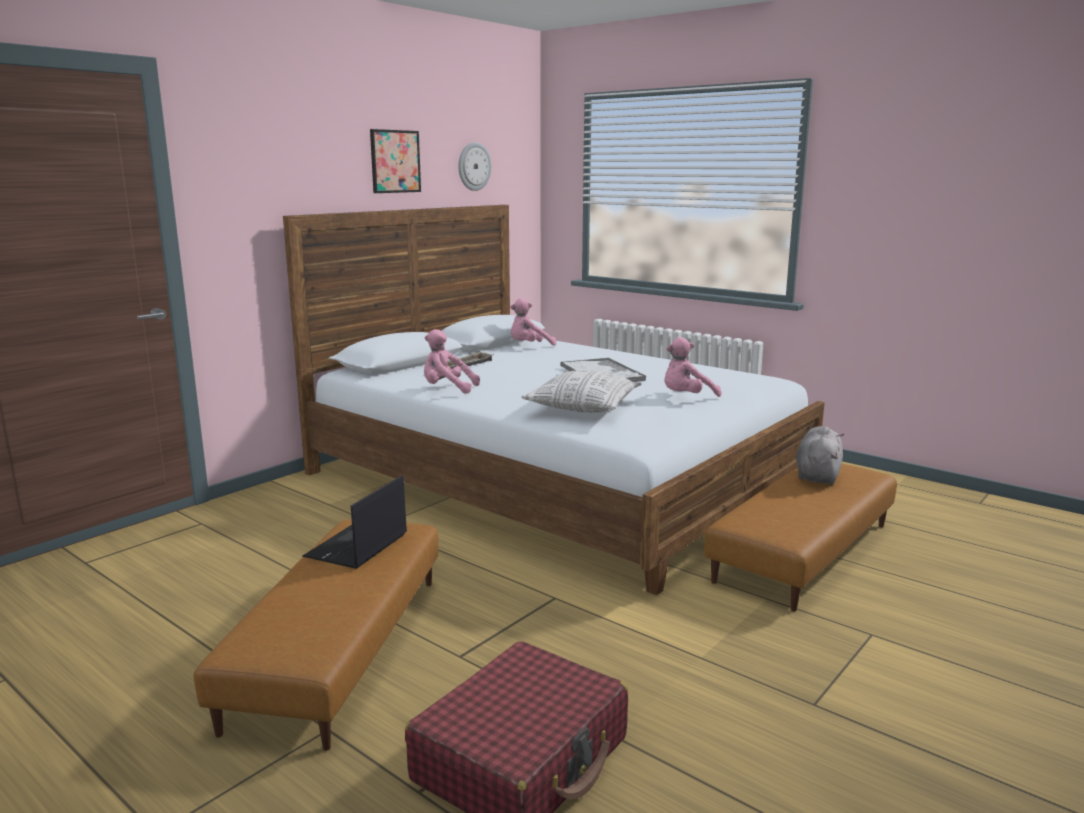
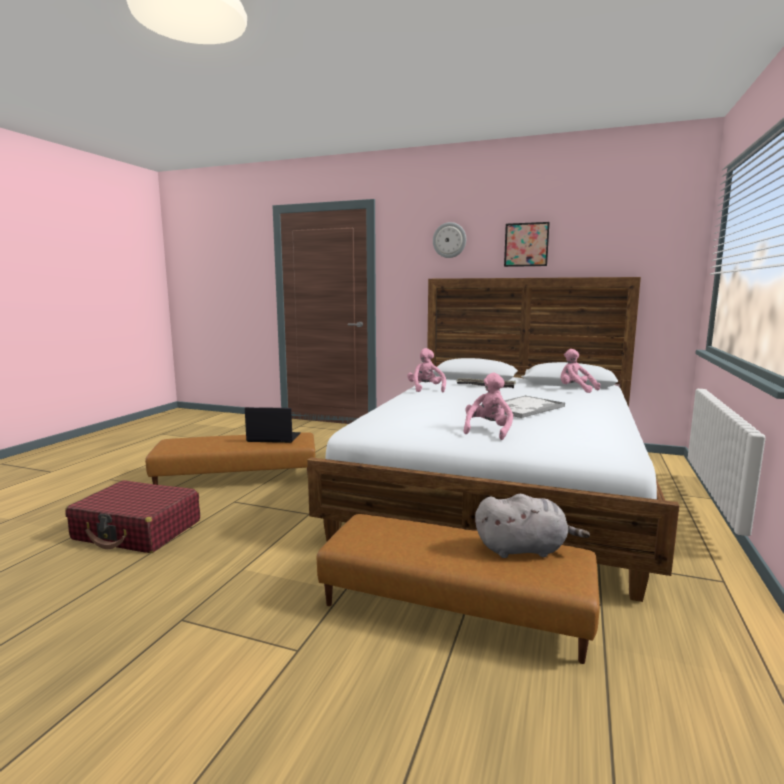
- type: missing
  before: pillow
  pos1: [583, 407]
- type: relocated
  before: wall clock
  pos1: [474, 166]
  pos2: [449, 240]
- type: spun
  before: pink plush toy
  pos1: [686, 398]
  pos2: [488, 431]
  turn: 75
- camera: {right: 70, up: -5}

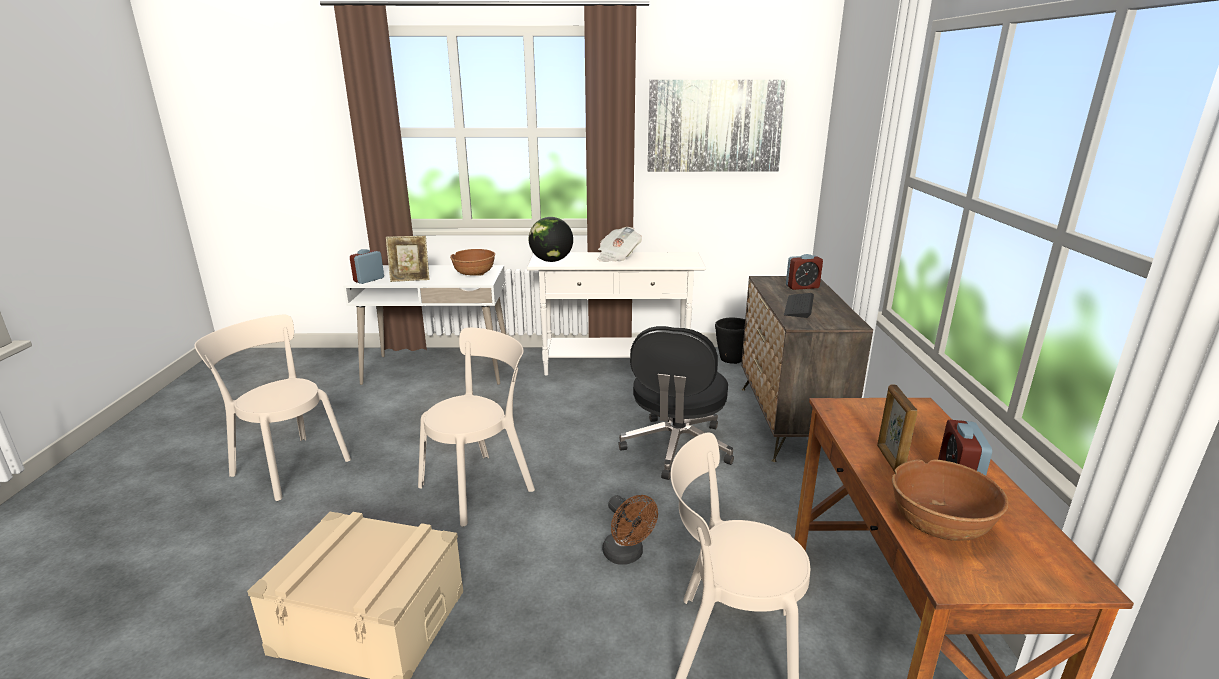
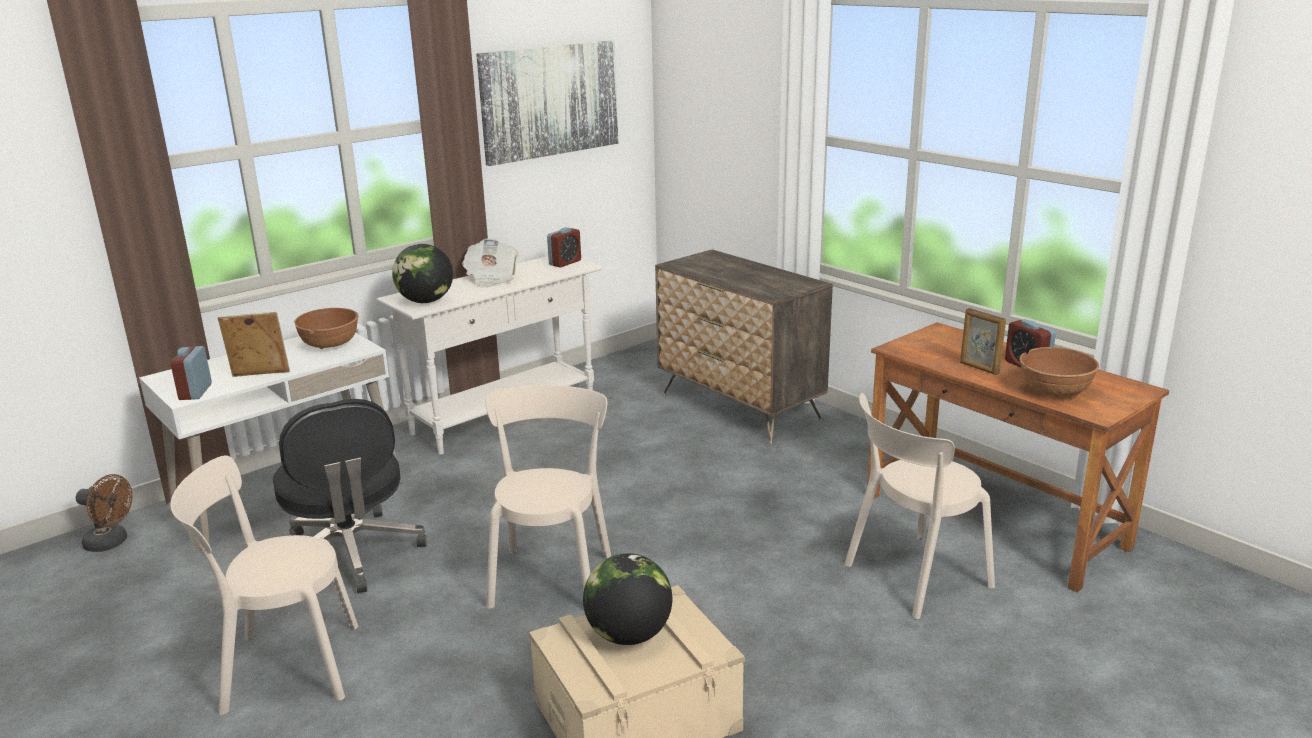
- type: missing
  before: black planter
  pos1: [731, 360]
- type: missing
  before: keyboard
  pos1: [799, 306]
- type: appeared
  after: globe
  pos2: [629, 635]
- type: relocated
  before: brown fan
  pos1: [627, 555]
  pos2: [112, 543]
- type: relocated
  before: black office chair
  pos1: [676, 448]
  pos2: [350, 555]
- type: relocated
  before: alarm clock
  pos1: [802, 287]
  pos2: [565, 263]
- type: spun
  before: picture frame
  pos1: [410, 280]
  pos2: [260, 375]
  turn: -135
- camera: {right: -40, up: 0}

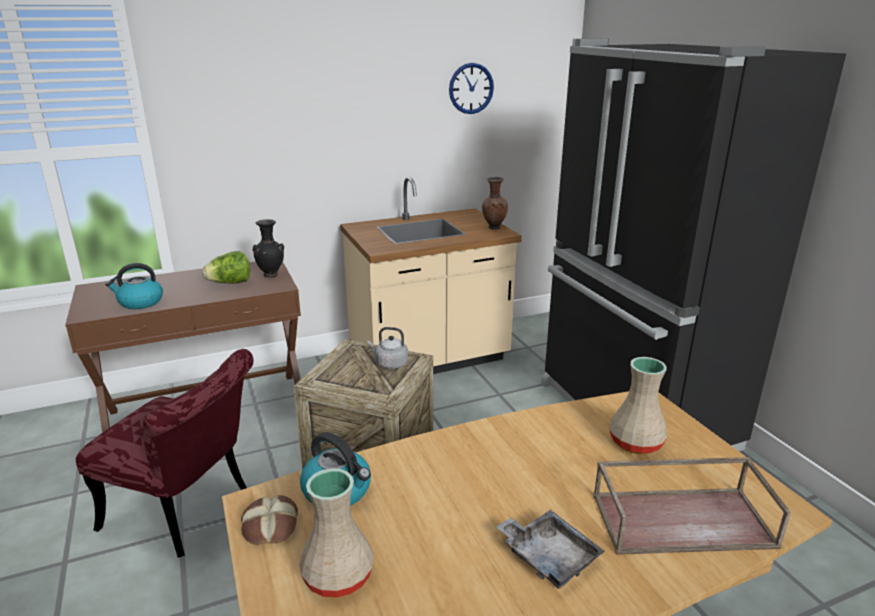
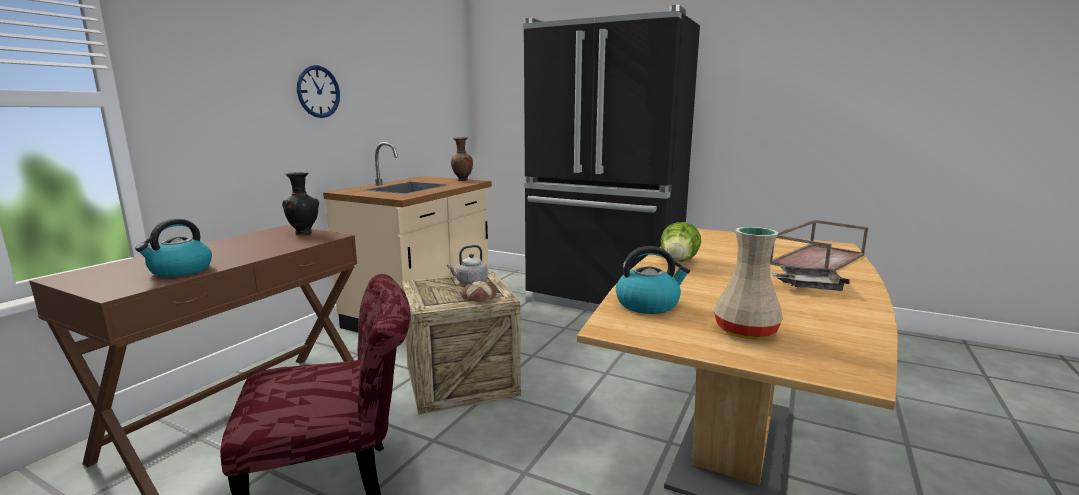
- type: missing
  before: beige vase
  pos1: [634, 443]
- type: relocated
  before: lettuce
  pos1: [230, 283]
  pos2: [678, 262]
- type: relocated
  before: bread
  pos1: [269, 526]
  pos2: [478, 297]
- type: relocated
  before: wall clock
  pos1: [471, 88]
  pos2: [318, 91]
- camera: {right: -40, up: -10}

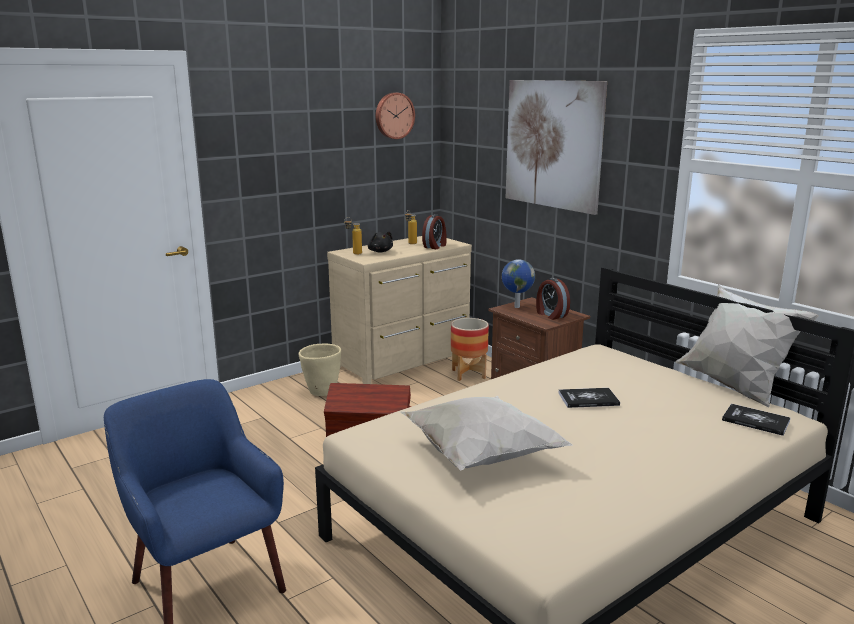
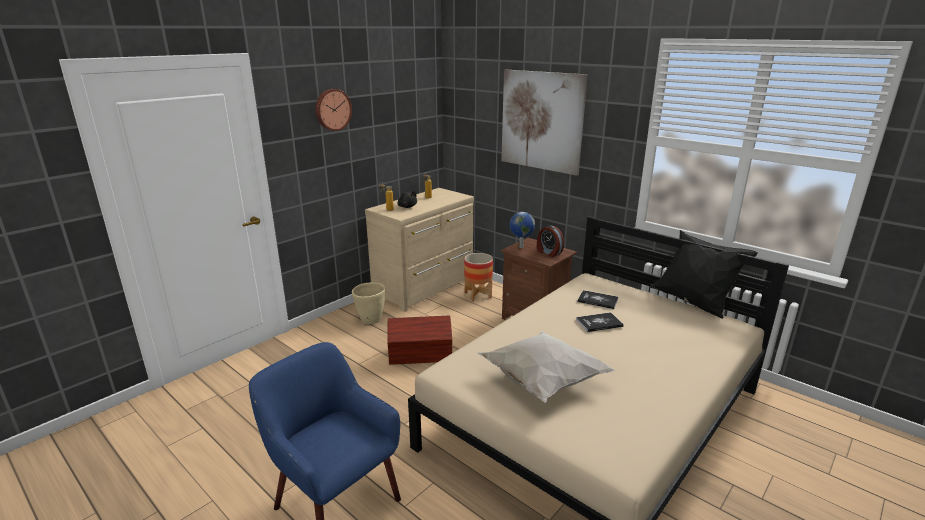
- type: missing
  before: alarm clock
  pos1: [435, 246]
- type: relocated
  before: wall clock
  pos1: [394, 115]
  pos2: [332, 109]
- type: relocated
  before: book
  pos1: [755, 421]
  pos2: [597, 300]
- type: colour
  before: white pillow
  after: black pillow
  pos1: [734, 387]
  pos2: [693, 303]
- camera: {right: -10, up: 5}

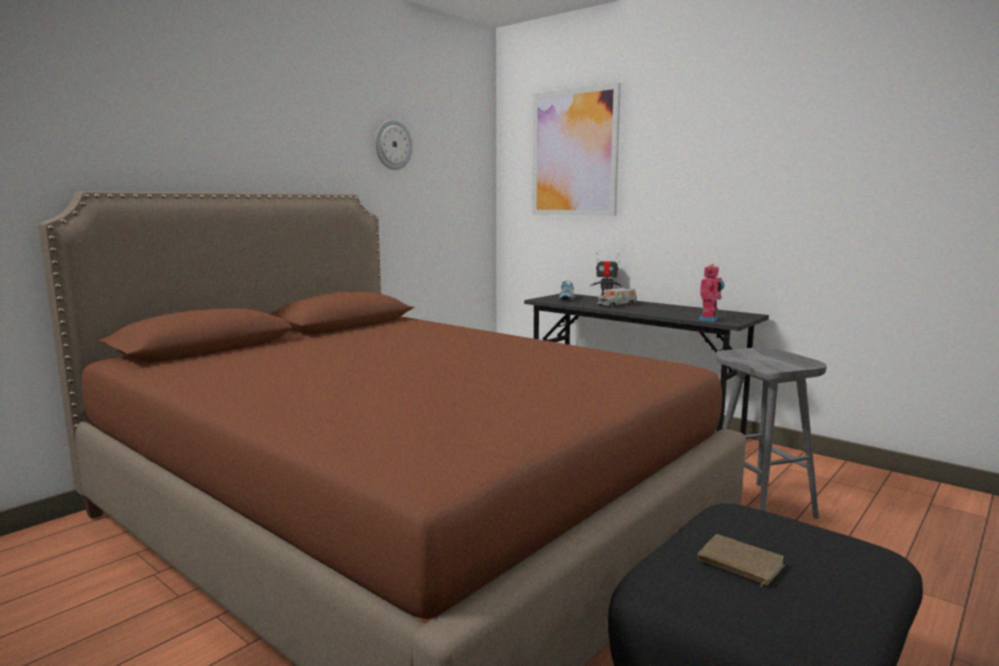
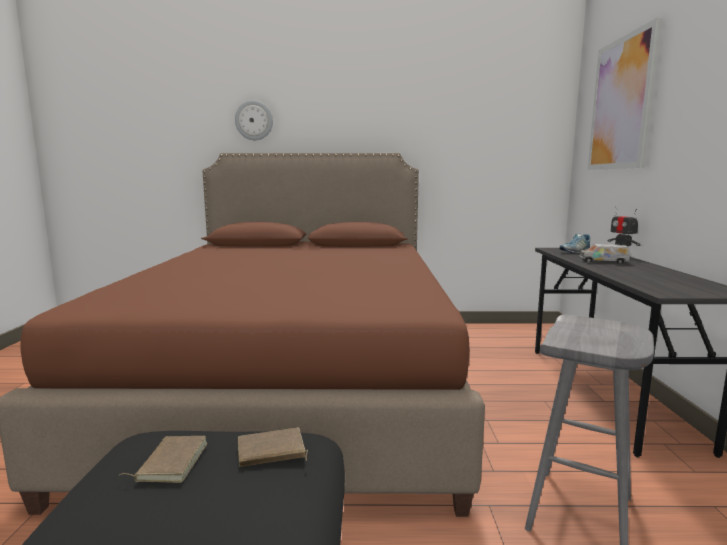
- type: missing
  before: toy robot
  pos1: [709, 319]
- type: appeared
  after: brown book
  pos2: [271, 452]
- type: relocated
  before: wall clock
  pos1: [393, 145]
  pos2: [254, 120]
- camera: {right: 50, up: 0}

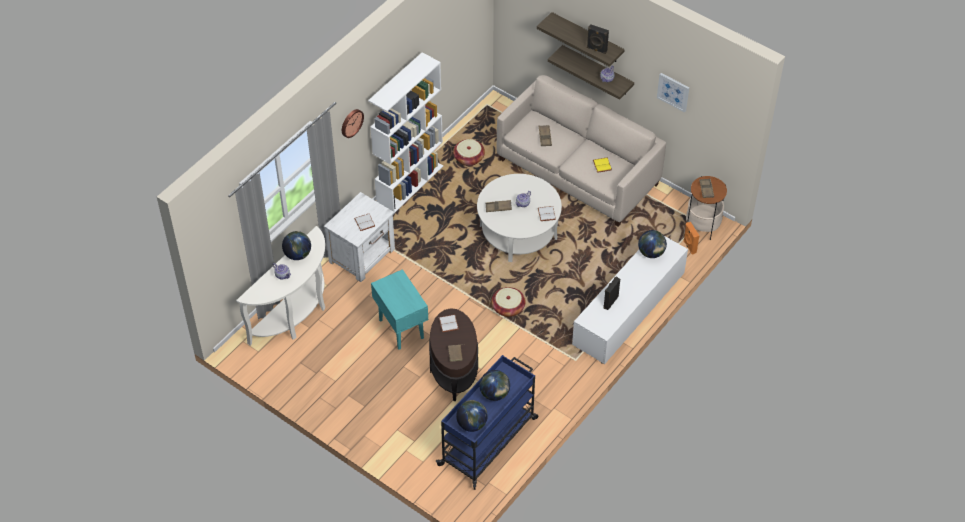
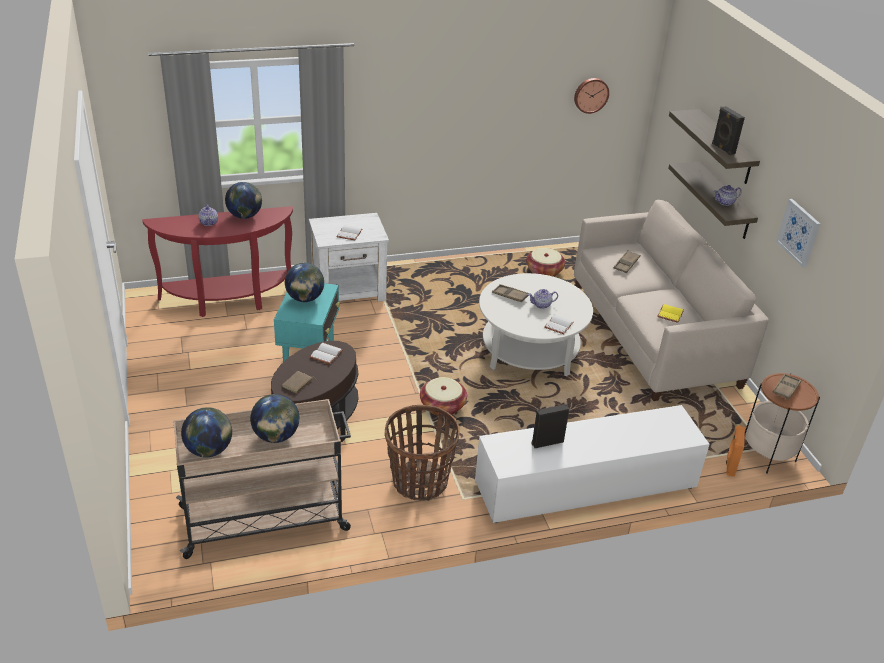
- type: missing
  before: white bookcase
  pos1: [410, 184]
- type: appeared
  after: basket
  pos2: [419, 482]
- type: relocated
  before: wall clock
  pos1: [351, 122]
  pos2: [590, 95]
- type: relocated
  before: globe
  pos1: [651, 253]
  pos2: [305, 299]
- type: colour
  before: white console table
  after: red console table
  pos1: [296, 316]
  pos2: [228, 301]
- type: colour
  before: blue cart
  after: beige cart
  pos1: [489, 441]
  pos2: [266, 518]
- camera: {right: 35, up: -15}

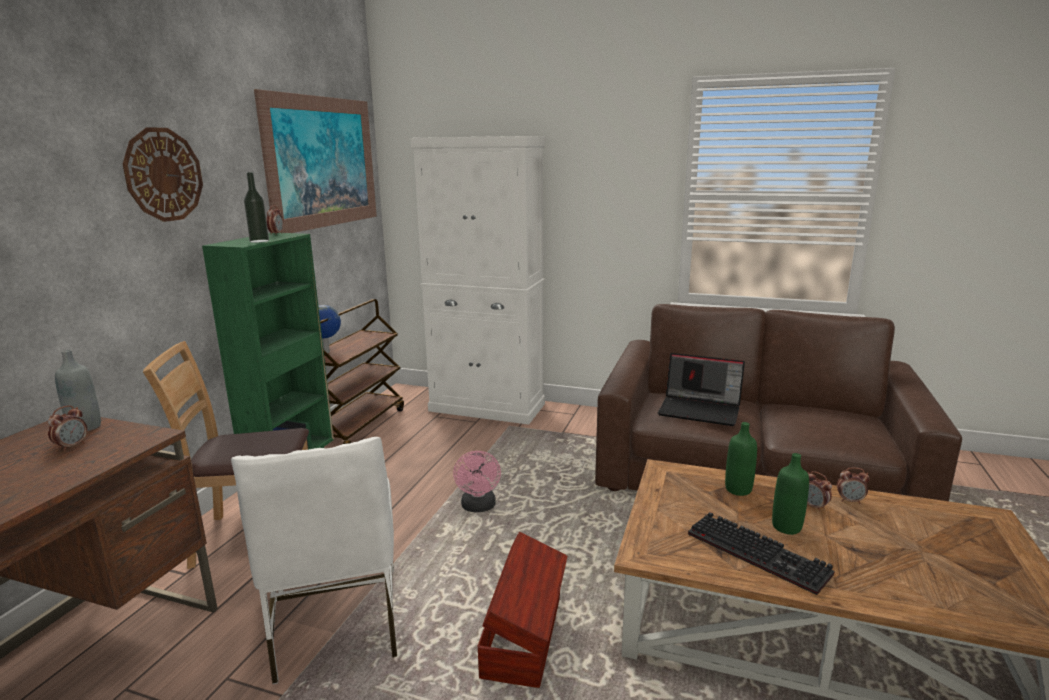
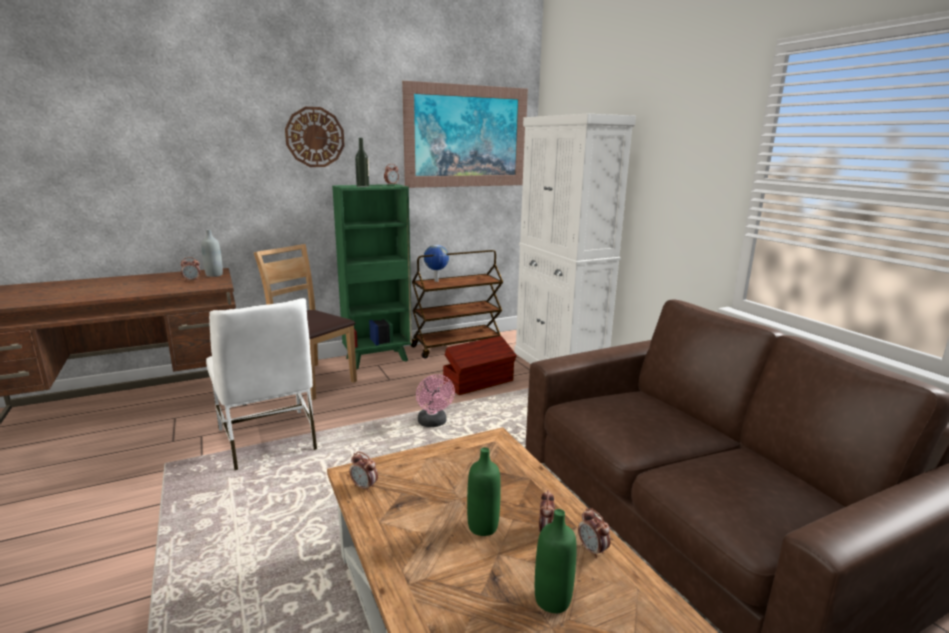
- type: missing
  before: laptop
  pos1: [700, 410]
- type: missing
  before: keyboard
  pos1: [760, 553]
- type: appeared
  after: alarm clock
  pos2: [364, 487]
- type: relocated
  before: brown storage box
  pos1: [525, 635]
  pos2: [479, 382]
- type: relocated
  before: green bottle
  pos1: [738, 489]
  pos2: [552, 600]
- type: spun
  before: white chair
  pos1: [336, 623]
  pos2: [268, 440]
  turn: -60
- type: spun
  before: pink fan
  pos1: [478, 507]
  pos2: [433, 423]
  turn: -60
- camera: {right: 45, up: 0}

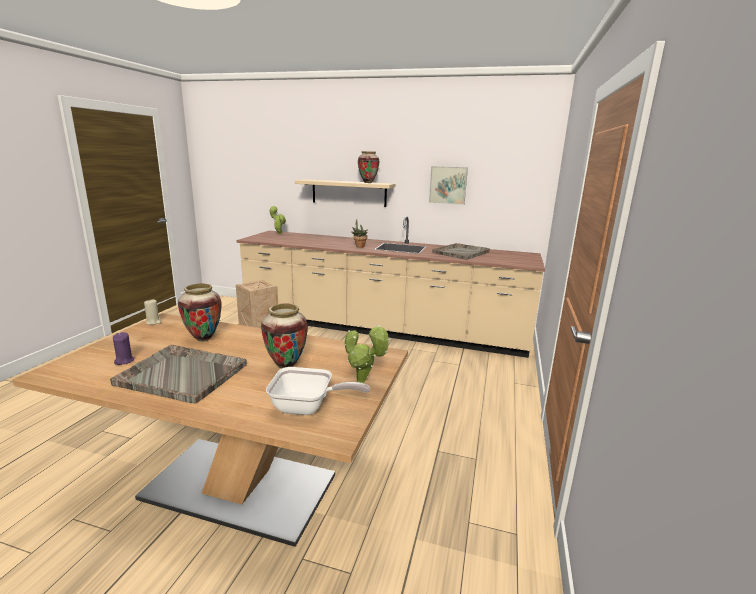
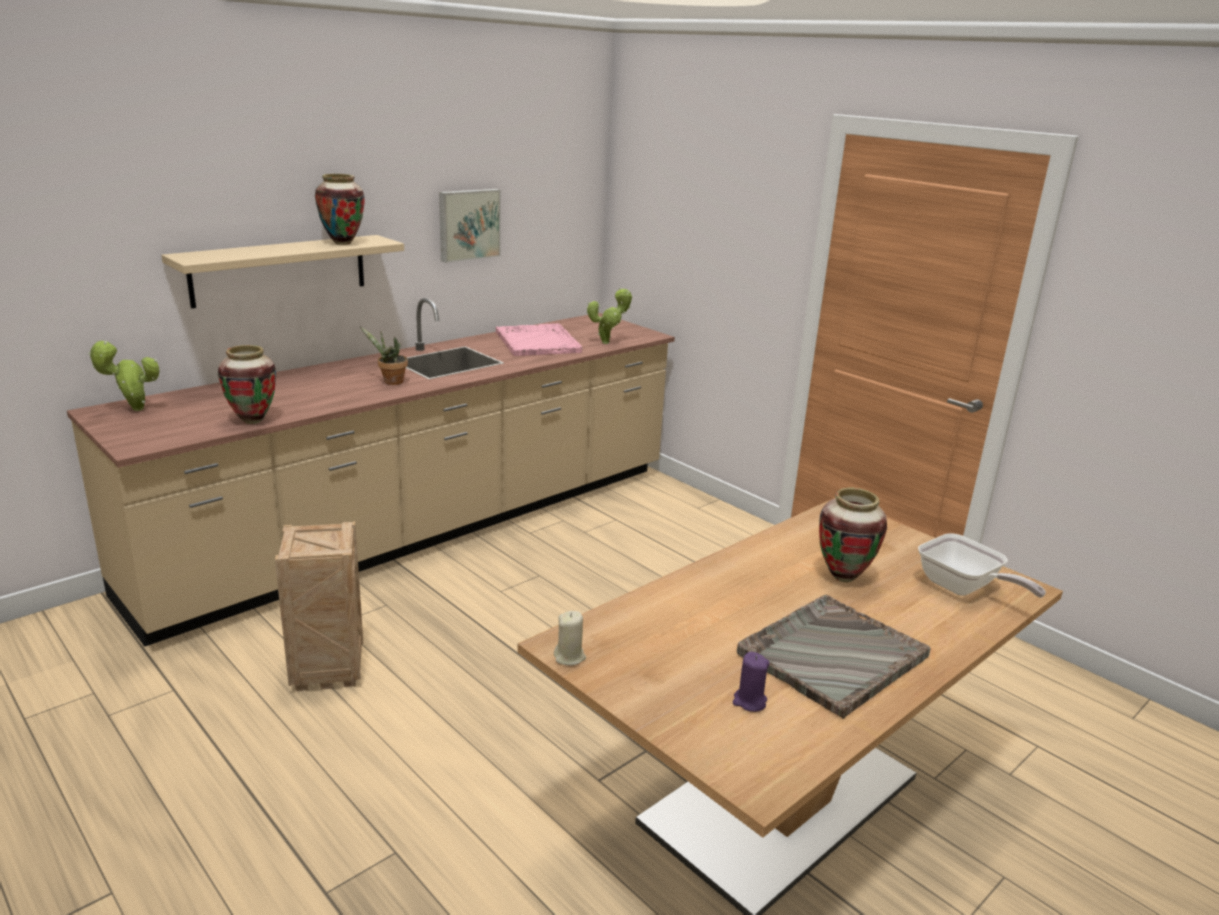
- type: relocated
  before: vase
  pos1: [204, 339]
  pos2: [253, 420]
- type: relocated
  before: potted plant
  pos1: [363, 383]
  pos2: [608, 342]
- type: colour
  before: grey tray
  after: pink tray
  pos1: [461, 252]
  pos2: [537, 342]
- type: spun
  before: frying pan
  pos1: [308, 408]
  pos2: [963, 589]
  turn: 105
- camera: {right: -60, up: 5}

